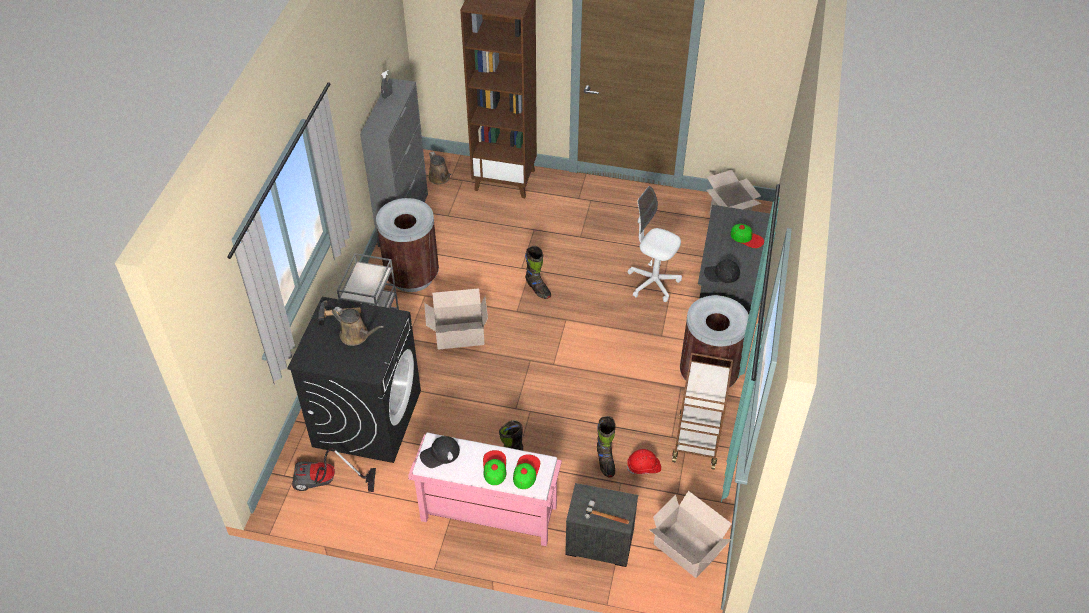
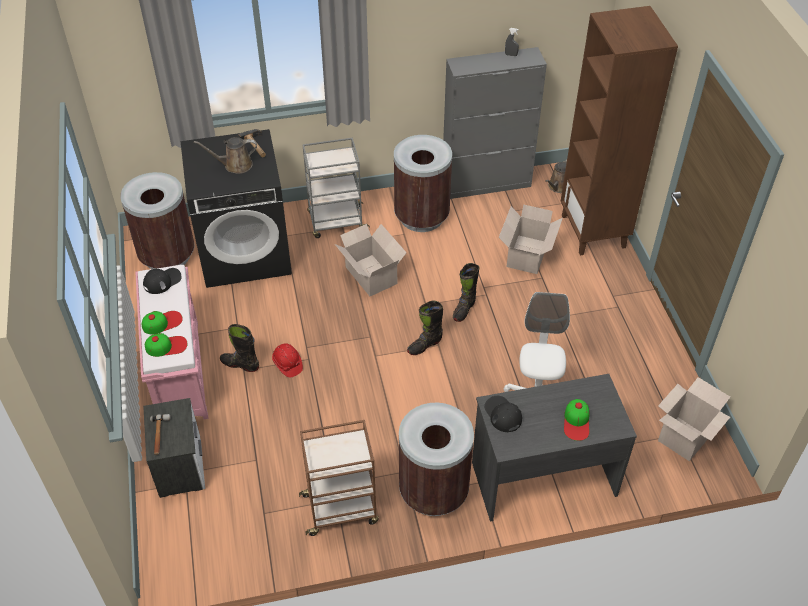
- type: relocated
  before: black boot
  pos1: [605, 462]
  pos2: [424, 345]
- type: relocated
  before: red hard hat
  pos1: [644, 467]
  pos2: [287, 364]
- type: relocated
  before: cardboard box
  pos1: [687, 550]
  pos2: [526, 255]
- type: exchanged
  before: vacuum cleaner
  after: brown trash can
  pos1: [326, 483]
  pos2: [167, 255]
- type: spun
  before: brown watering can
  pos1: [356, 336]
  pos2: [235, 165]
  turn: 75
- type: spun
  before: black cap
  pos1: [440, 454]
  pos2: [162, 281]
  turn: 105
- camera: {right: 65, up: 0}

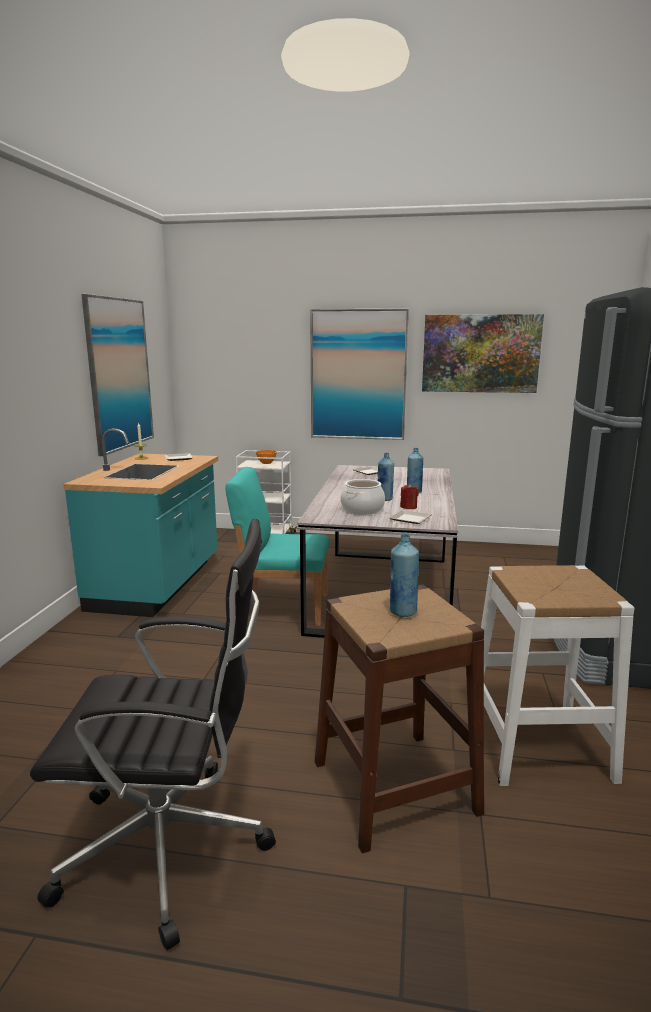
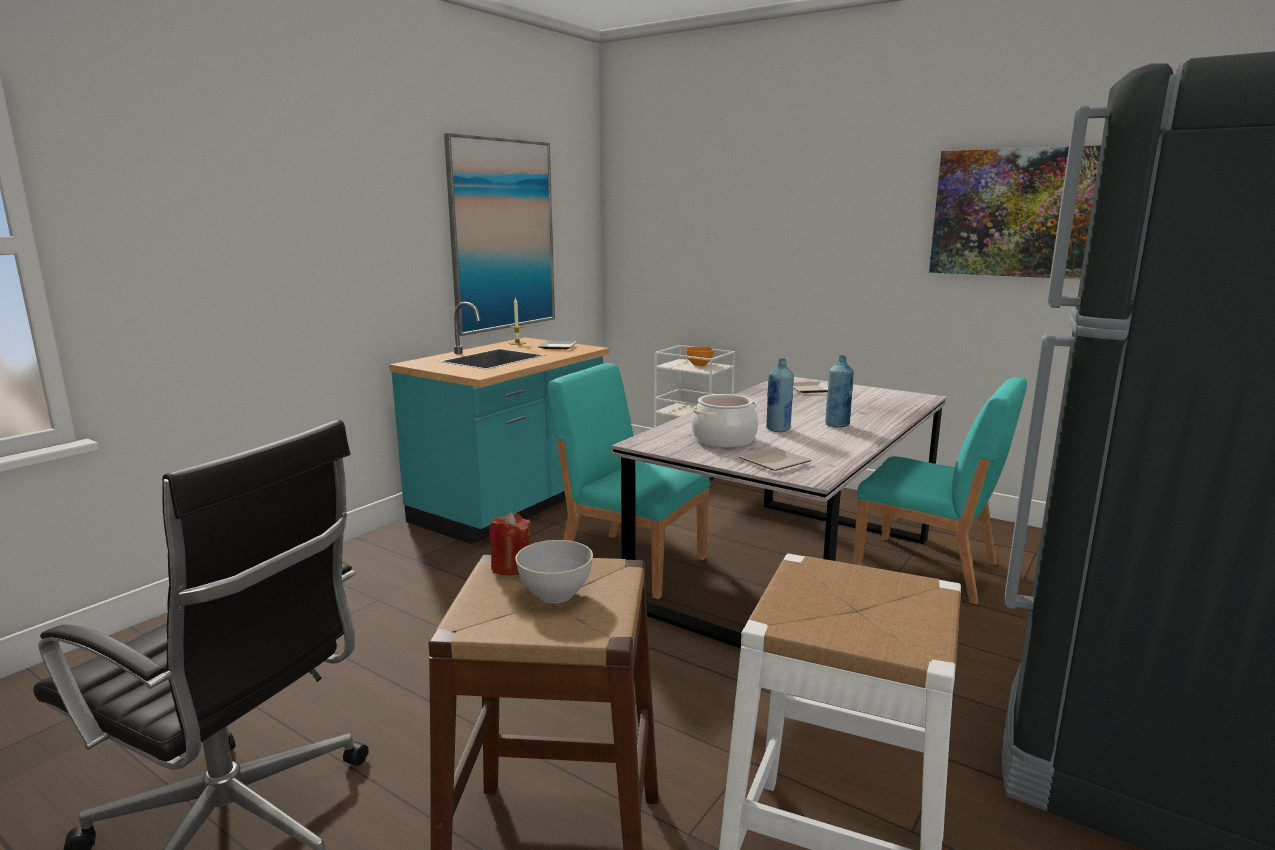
- type: missing
  before: picture
  pos1: [358, 375]
- type: appeared
  after: turquoise chair
  pos2: [927, 568]
- type: relocated
  before: red candle
  pos1: [408, 507]
  pos2: [511, 567]
- type: exchanged
  before: blue bottle
  after: grey bowl
  pos1: [403, 611]
  pos2: [555, 594]
- camera: {right: 25, up: 0}

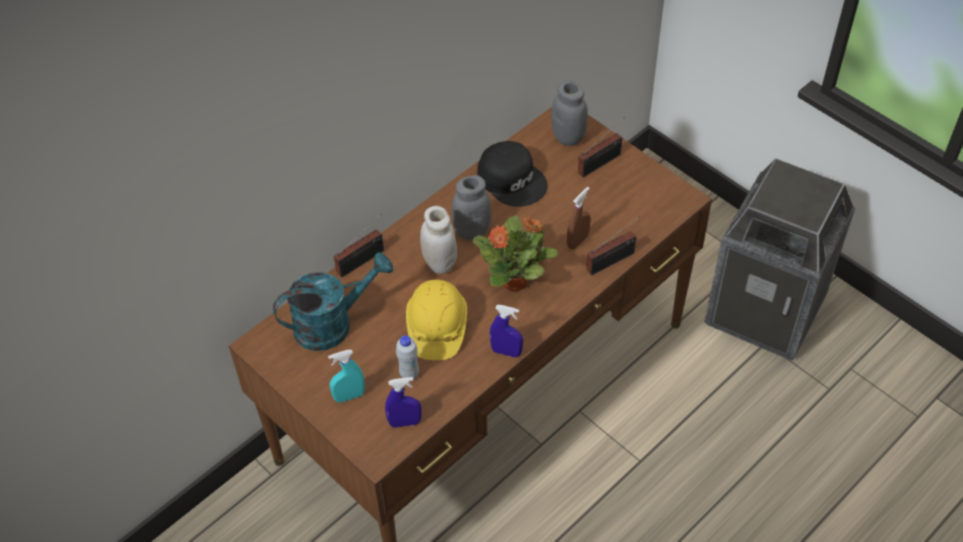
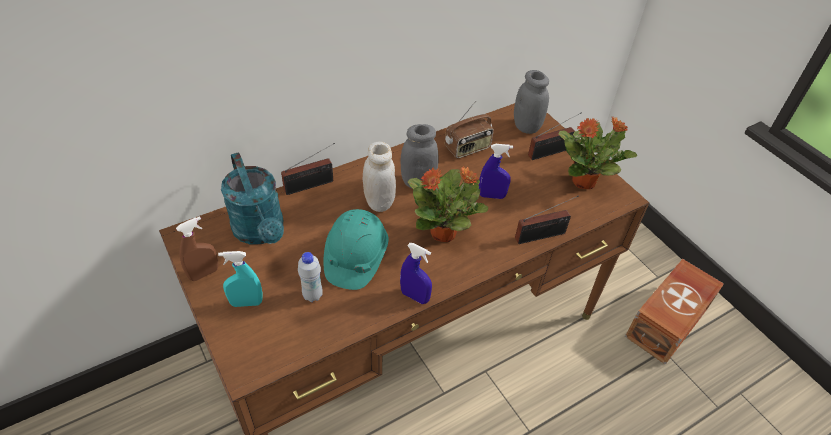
- type: appeared
  after: potted plant
  pos2: [585, 182]
- type: relocated
  before: blue spray bottle
  pos1: [405, 422]
  pos2: [492, 196]
- type: relocated
  before: brown spray bottle
  pos1: [577, 241]
  pos2: [204, 273]
- type: exchanged
  before: black cap
  after: radio
  pos1: [512, 179]
  pos2: [468, 148]
- type: exchanged
  before: trash can
  after: brown storage box
  pos1: [766, 310]
  pos2: [668, 322]
- type: colour
  before: yellow hard hat
  after: turquoise hard hat
  pos1: [436, 328]
  pos2: [355, 258]
- type: spun
  before: turquoise watering can
  pos1: [333, 323]
  pos2: [261, 232]
  turn: 75
- camera: {right: 10, up: -5}

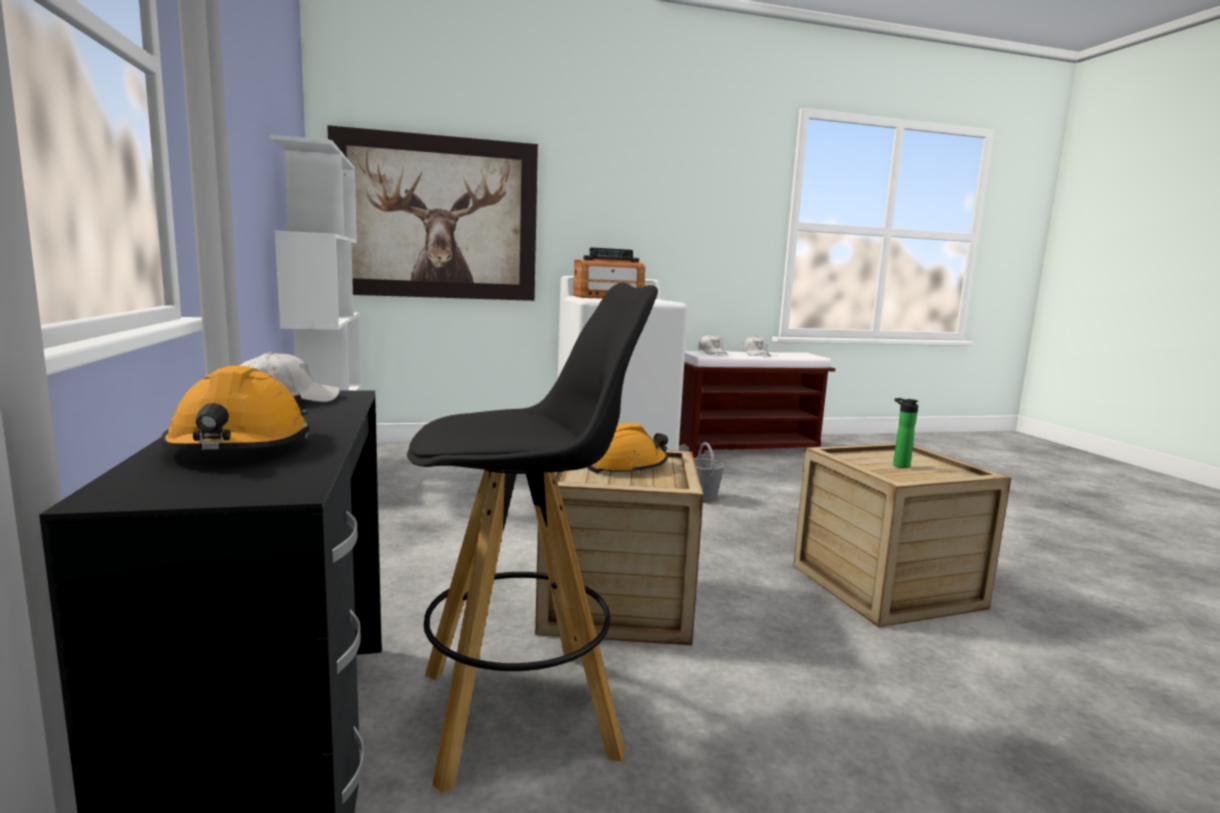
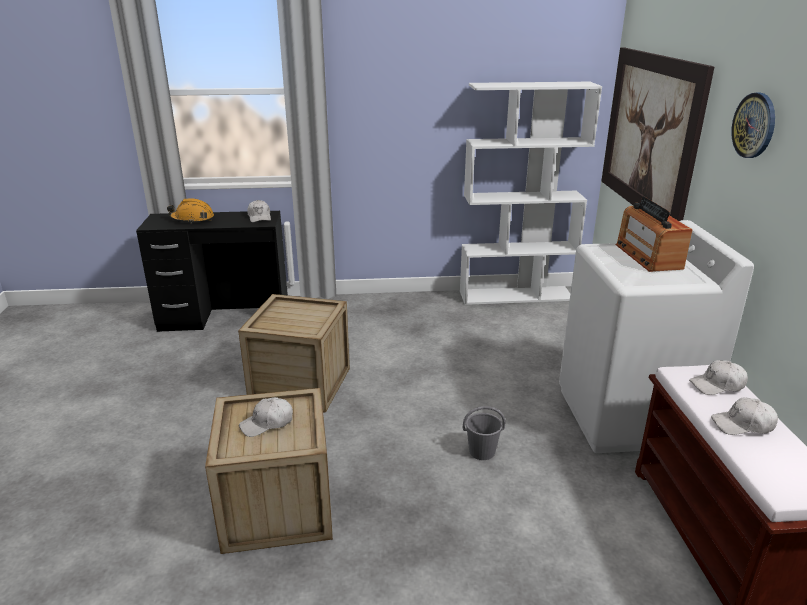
- type: missing
  before: black stool
  pos1: [522, 712]
- type: missing
  before: orange hard hat
  pos1: [625, 466]
- type: appeared
  after: wall clock
  pos2: [754, 125]
- type: exchanged
  before: bottle
  after: white cap
  pos1: [898, 465]
  pos2: [267, 423]
- camera: {right: 100, up: 15}

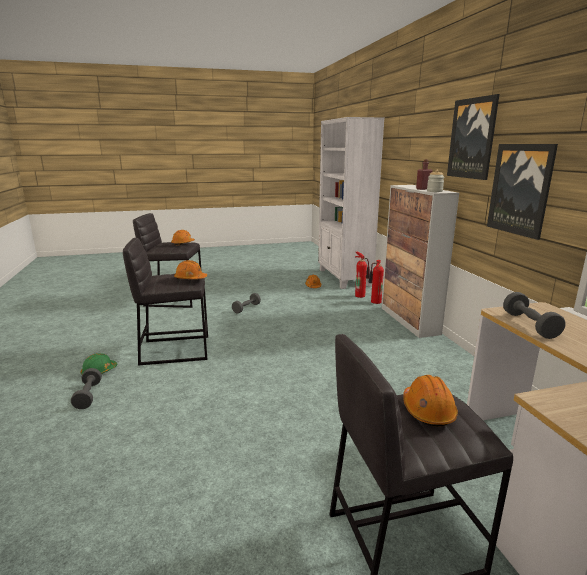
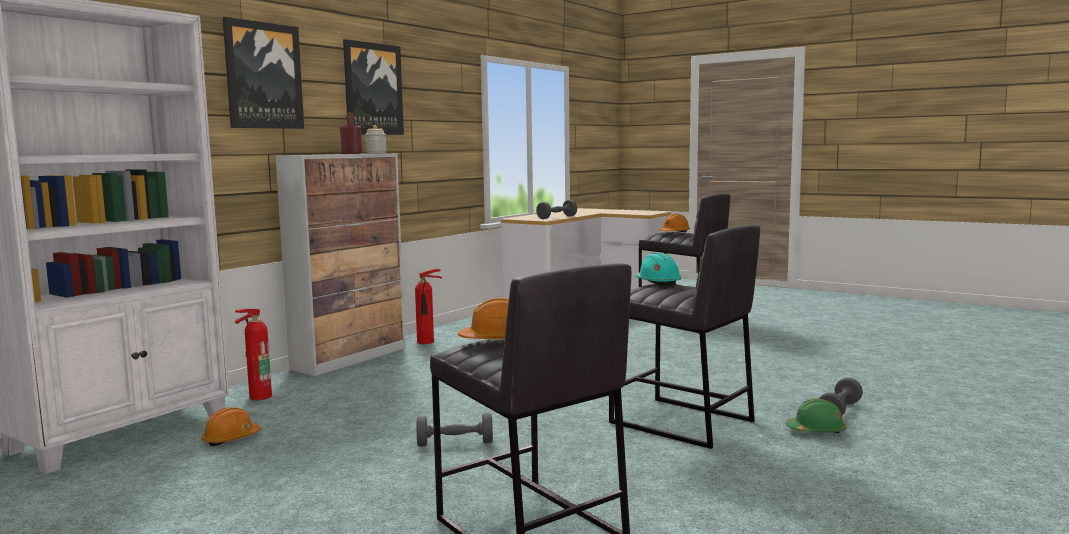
- type: relocated
  before: fire extinguisher
  pos1: [374, 302]
  pos2: [427, 342]
- type: relocated
  before: picture
  pos1: [520, 189]
  pos2: [263, 76]
- type: colour
  before: orange hard hat
  after: turquoise hard hat
  pos1: [190, 278]
  pos2: [657, 283]
- camera: {right: -130, up: -10}

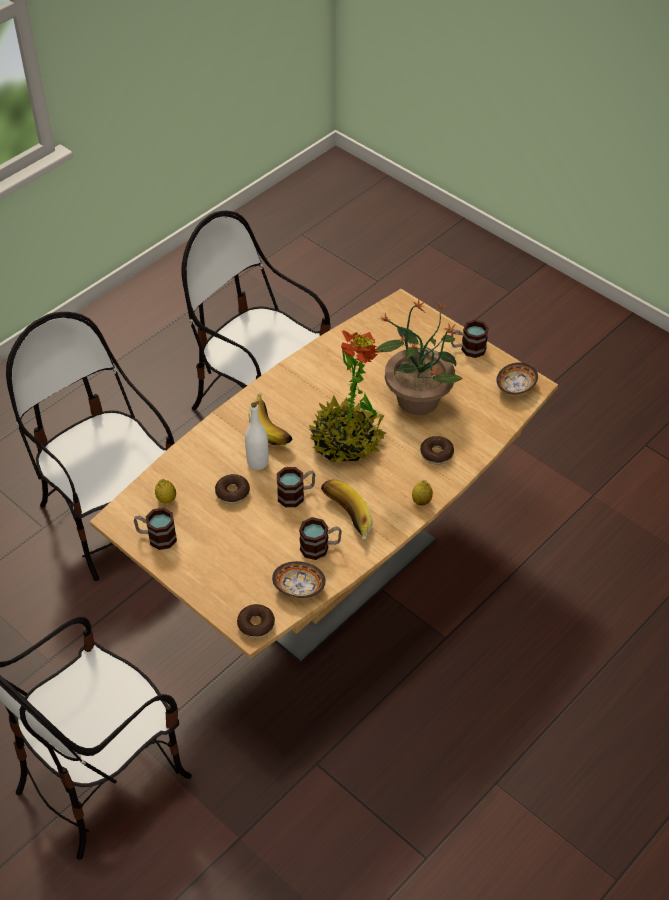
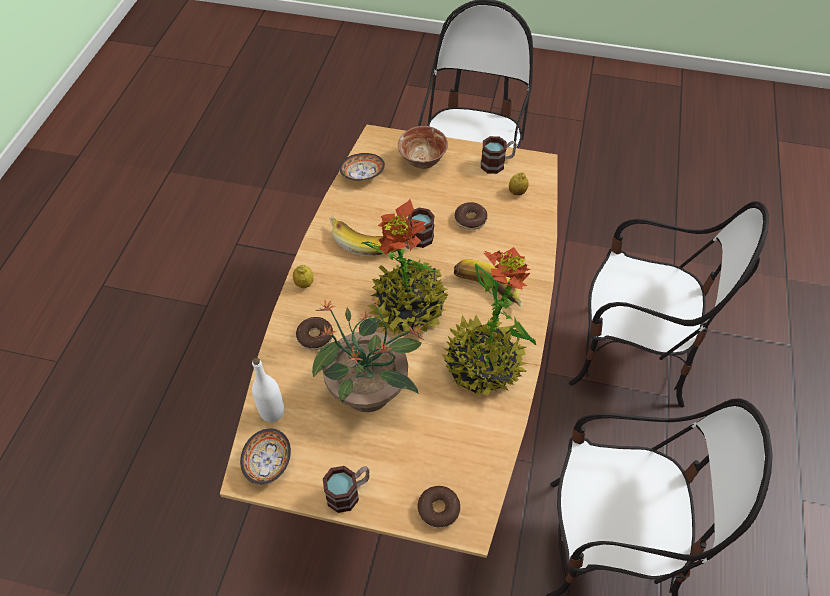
- type: missing
  before: mug
  pos1: [320, 547]
- type: appeared
  after: bowl
  pos2: [423, 161]
- type: appeared
  after: potted plant
  pos2: [483, 365]
- type: relocated
  before: donut
  pos1: [256, 625]
  pos2: [438, 509]
- type: relocated
  before: white bottle
  pos1: [257, 462]
  pos2: [272, 412]
- camera: {right: 150, up: 5}

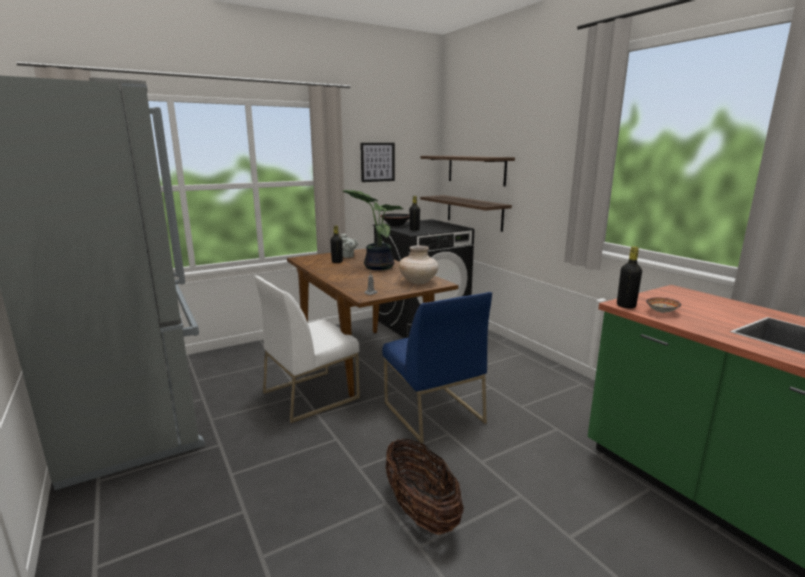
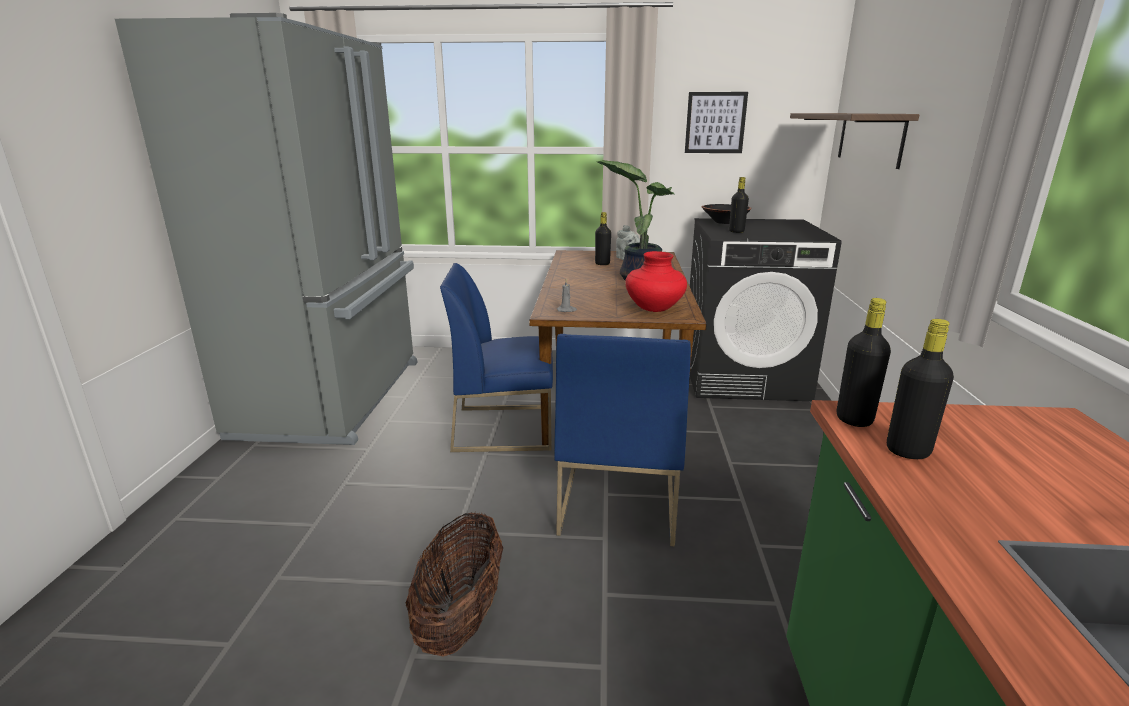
- type: missing
  before: shelf
  pos1: [474, 212]
- type: exchanged
  before: bowl
  after: black bottle
  pos1: [660, 312]
  pos2: [908, 451]
- type: colour
  before: white chair
  after: blue chair
  pos1: [311, 395]
  pos2: [504, 428]
- type: colour
  before: beige vase
  after: red vase
  pos1: [418, 282]
  pos2: [654, 308]
- camera: {right: 35, up: 5}

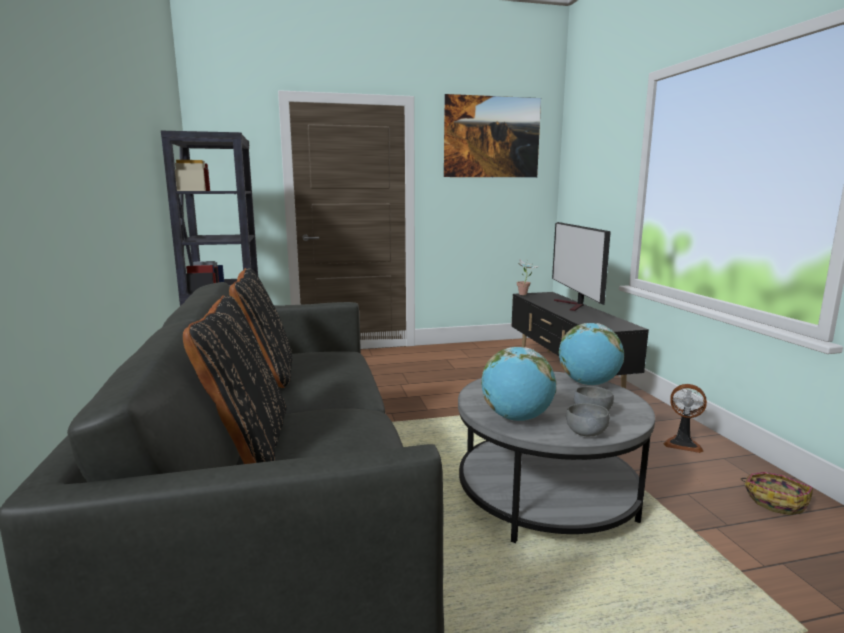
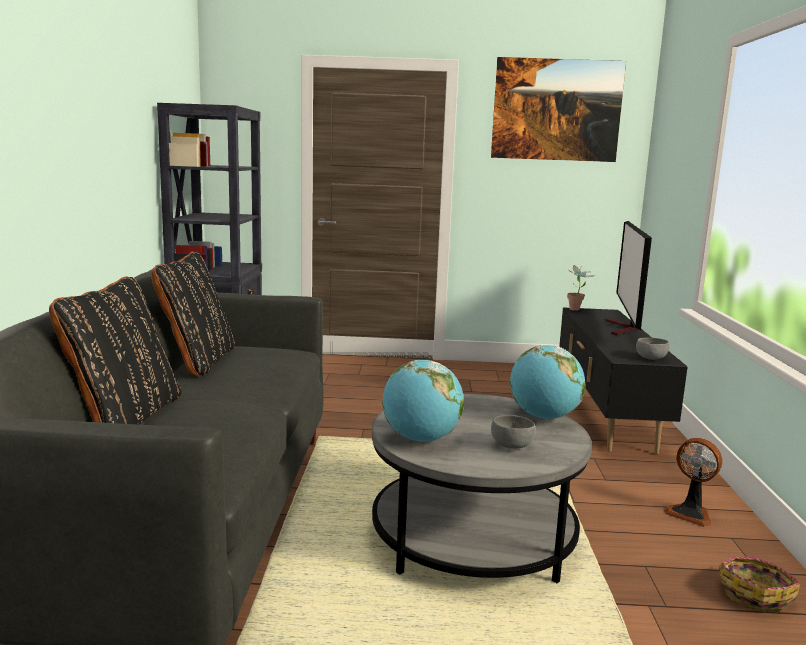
- type: relocated
  before: grey bowl
  pos1: [585, 433]
  pos2: [650, 359]
- camera: {right: 15, up: 0}

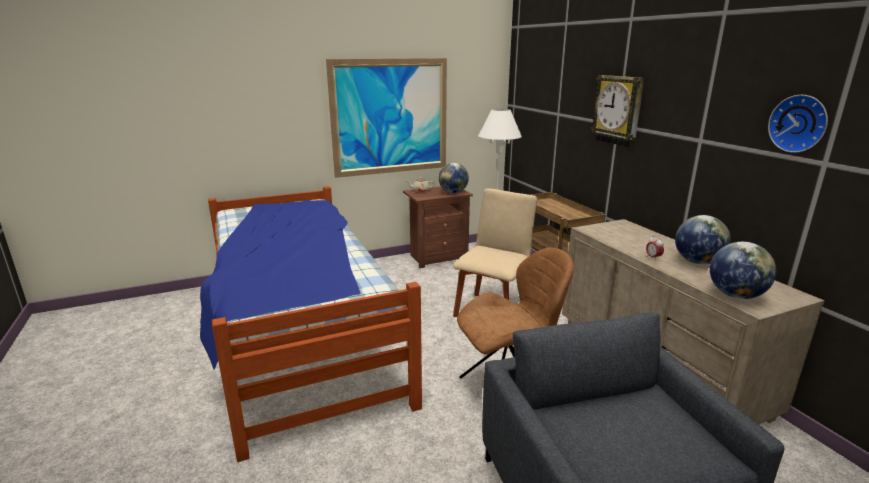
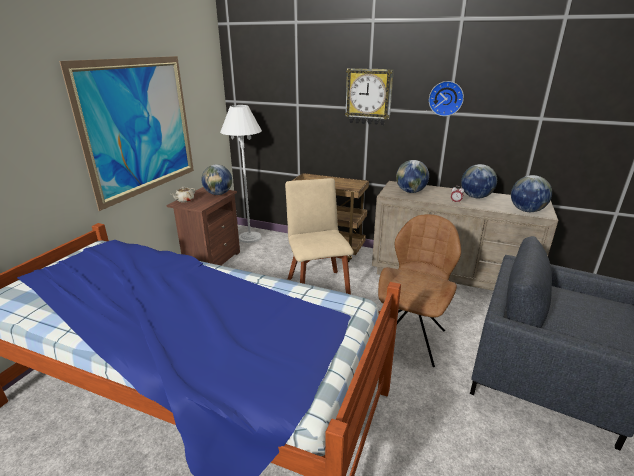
- type: appeared
  after: globe
  pos2: [410, 192]
- type: relocated
  before: wall clock
  pos1: [799, 123]
  pos2: [446, 98]
- camera: {right: -45, up: 5}

